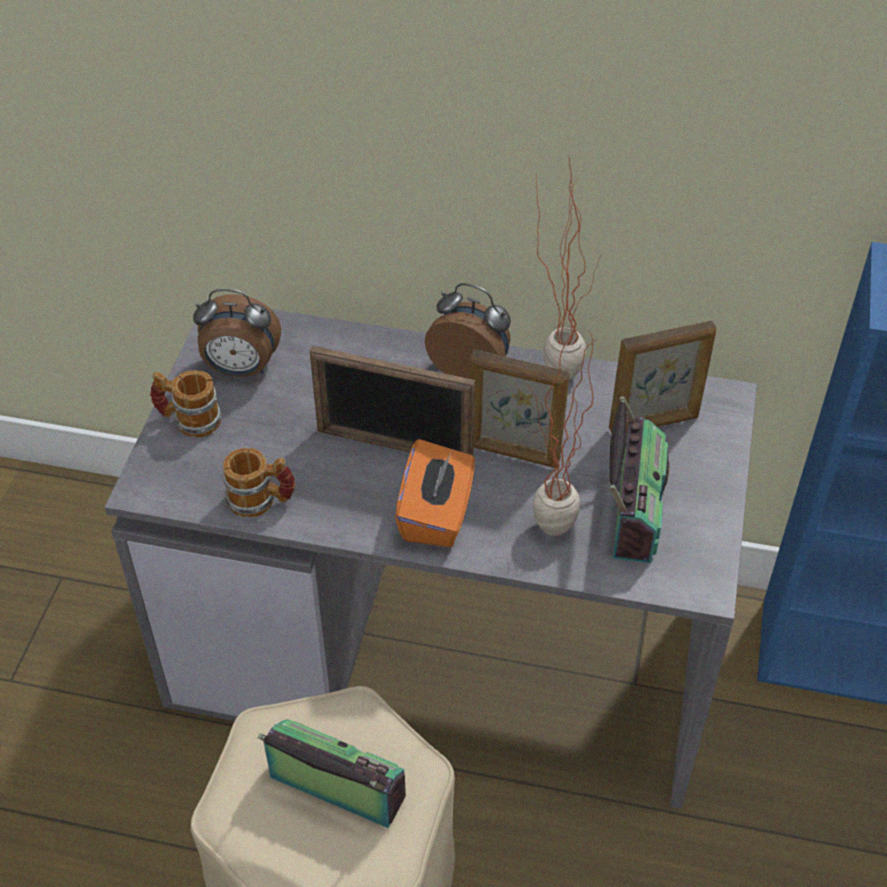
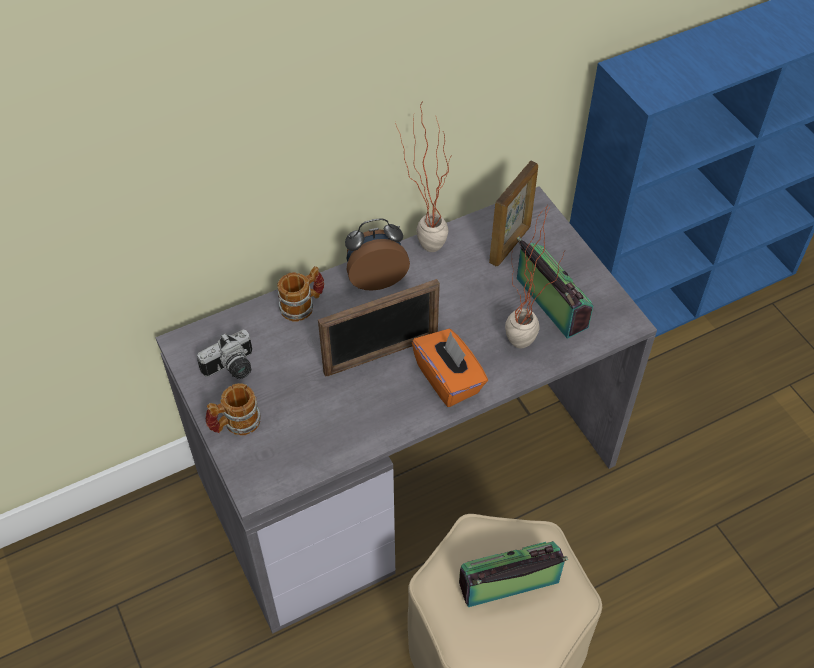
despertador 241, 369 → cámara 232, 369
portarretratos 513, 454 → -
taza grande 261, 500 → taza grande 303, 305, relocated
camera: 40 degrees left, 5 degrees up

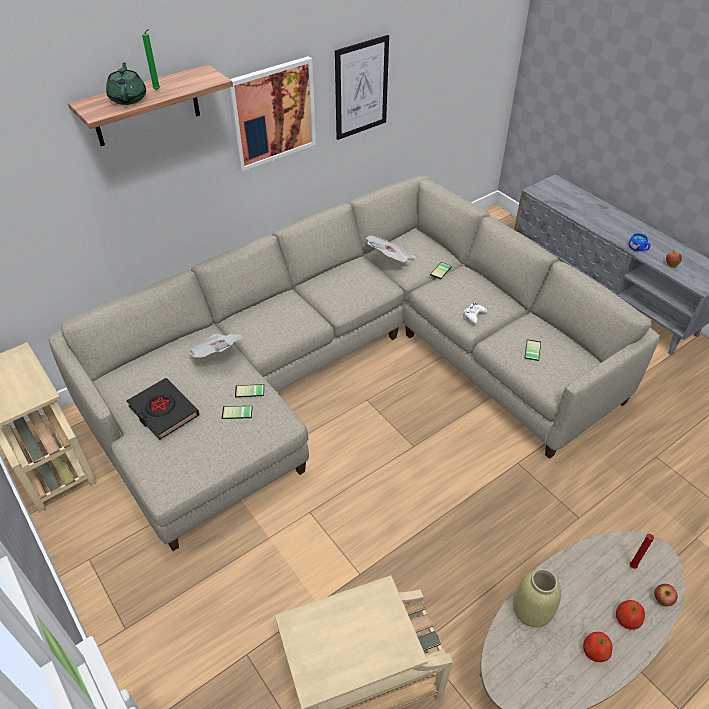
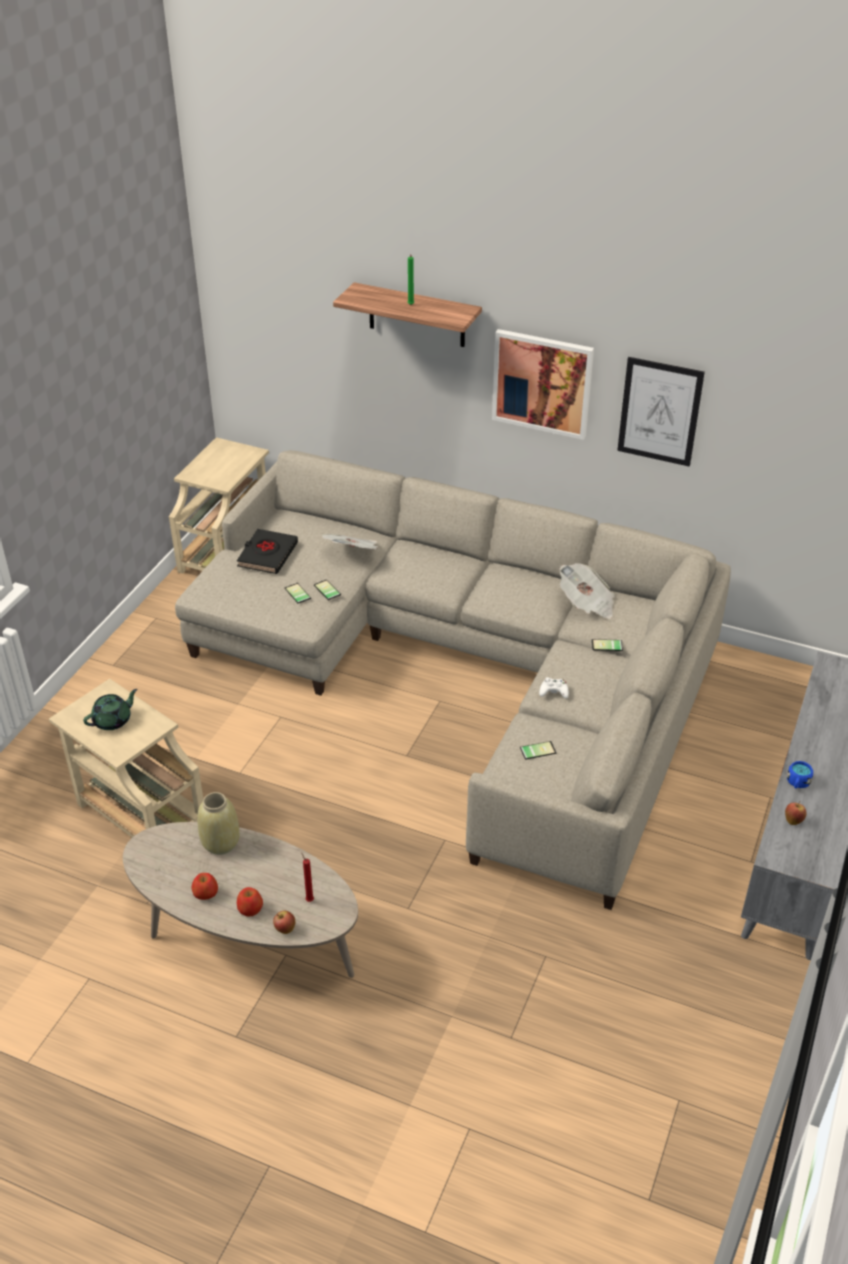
tetera (verde) 128, 98 → tetera (verde) 113, 720, relocated
camera: 60 degrees right, 5 degrees down

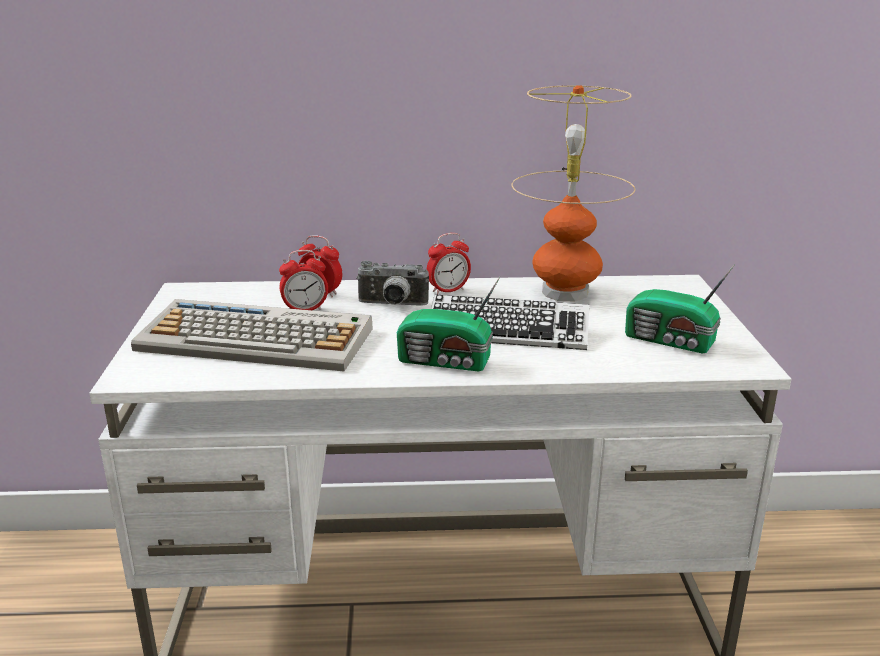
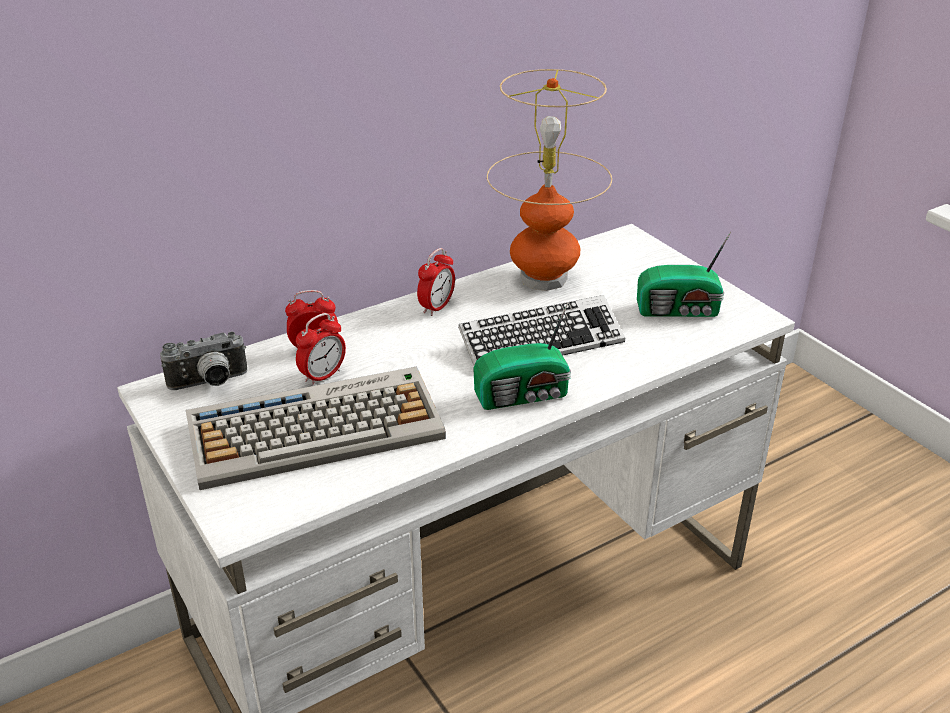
cámara 392, 305 → cámara 210, 384, relocated
camera: 30 degrees left, 10 degrees up

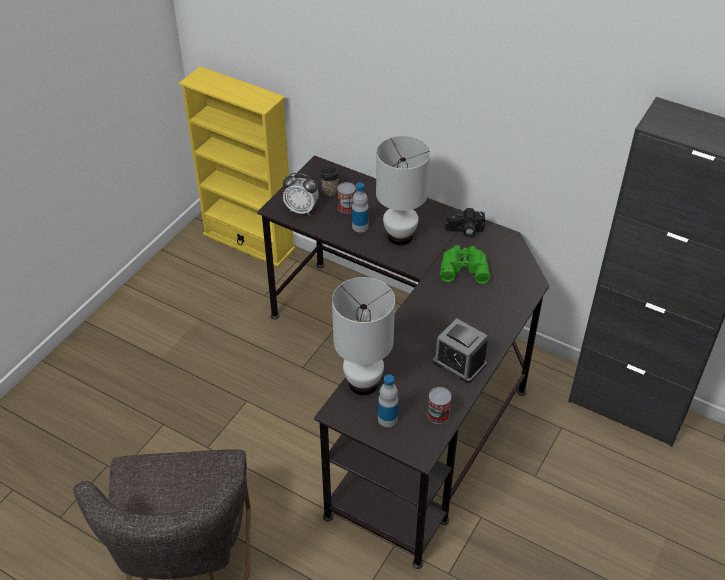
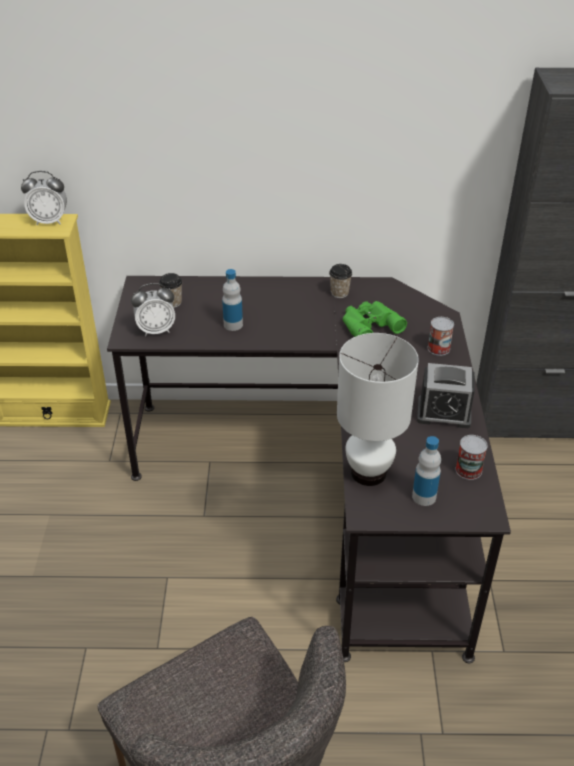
lámpara de mesa (blanco) 399, 236 → -
lata 346, 207 → lata 438, 348, relocated
cámara 464, 230 → taza 339, 293
- → despertador 49, 221
camera: 30 degrees left, 5 degrees down

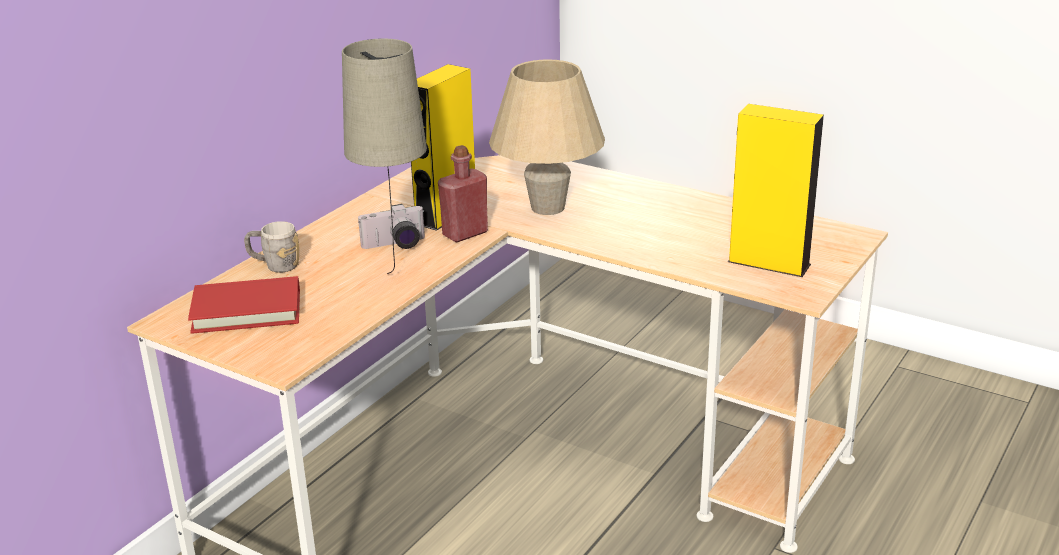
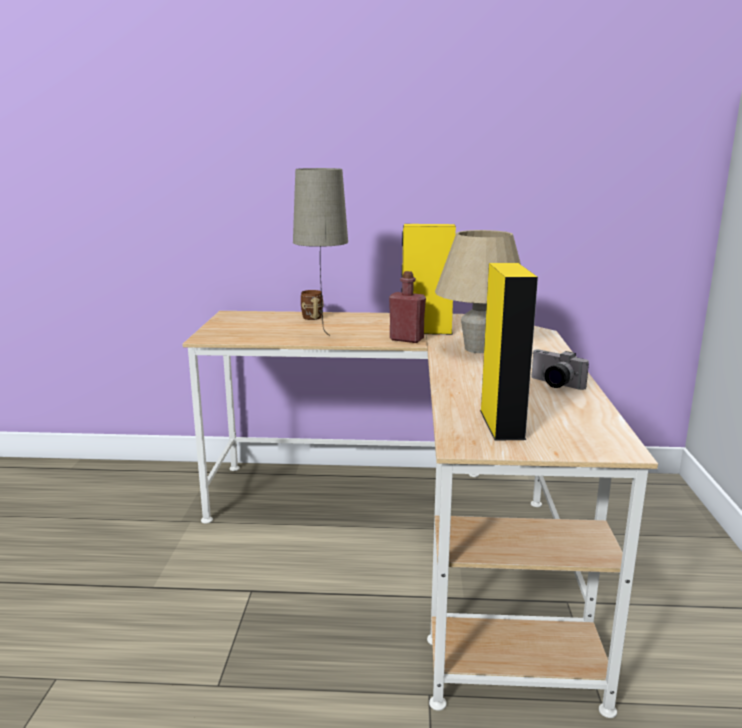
cámara 395, 245 → cámara 554, 384, relocated
taza grande (gris) 275, 266 → taza grande (marrón) 310, 316
libro (rojo) 247, 310 → -
camera: 60 degrees right, 10 degrees down

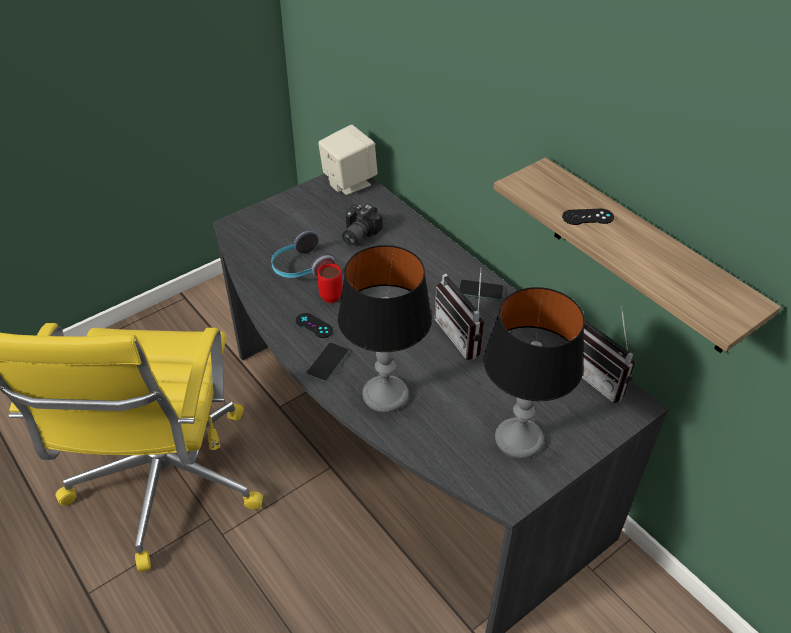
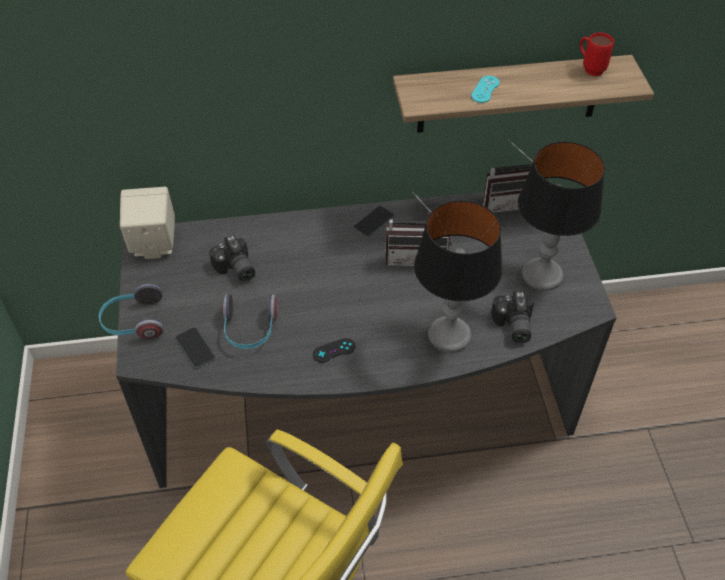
mando de consola (negro) 587, 217 → mando de consola (turquesa) 485, 89
taza grande (rojo) 333, 294 → taza grande (rojo) 589, 68, relocated
móvil 327, 362 → móvil 195, 348, relocated
- → auriculares 134, 322
- → cámara 512, 326
camera: 60 degrees left, 5 degrees up

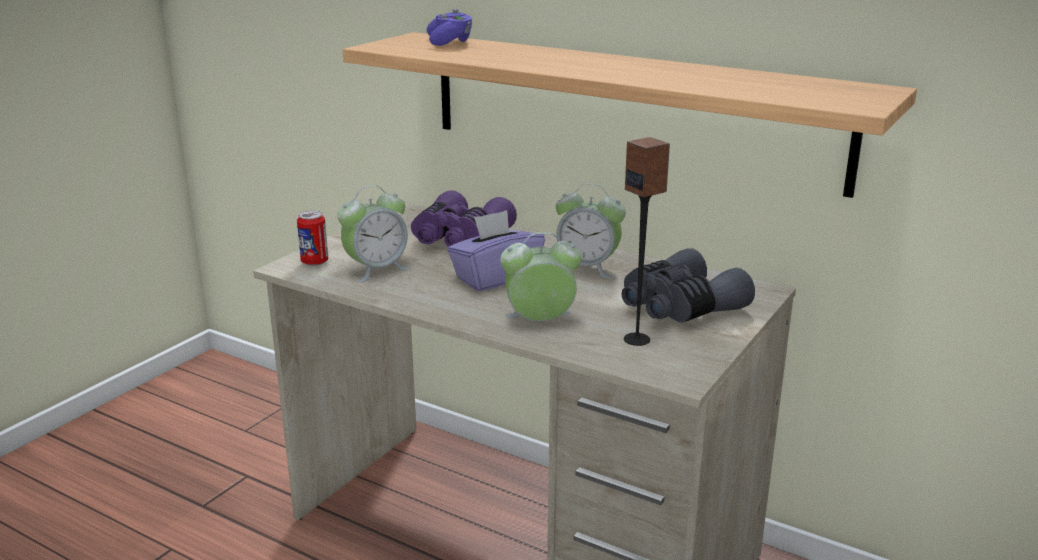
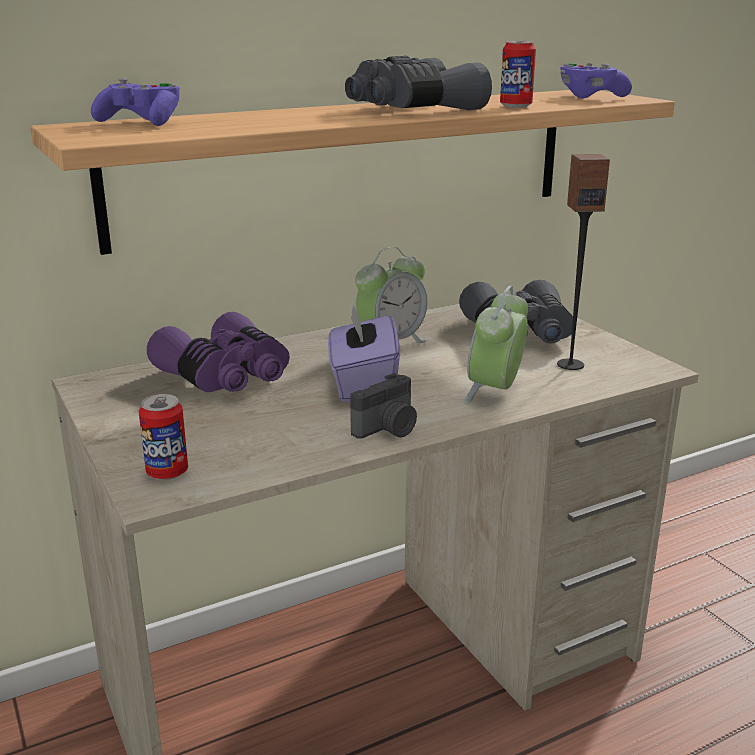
despertador 376, 270 → -
- → lata 515, 106
- → prismáticos (gris) 411, 109
- → mando de consola (morado) 591, 97
- → cámara 388, 429
camera: 60 degrees left, 0 degrees up

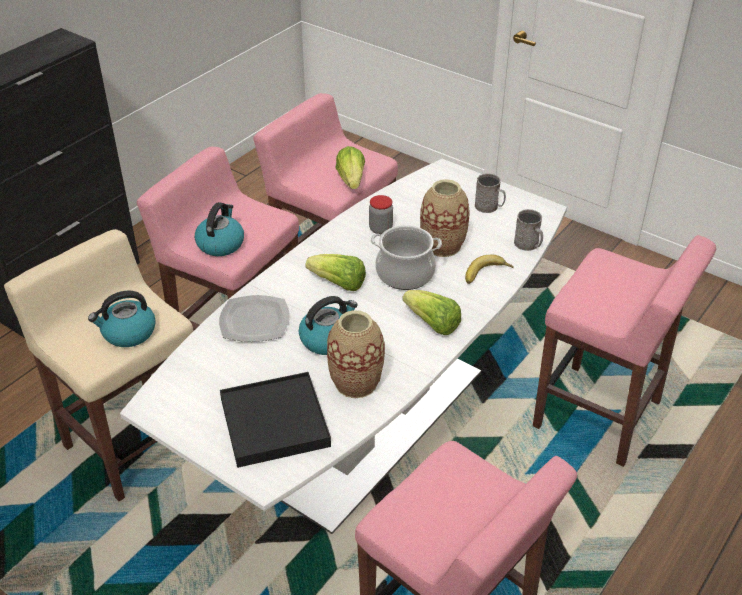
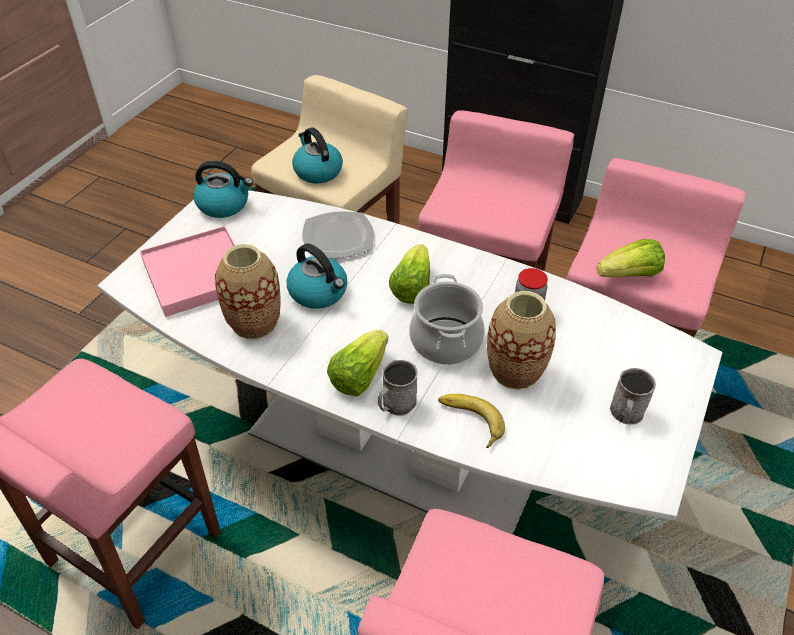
hervidor 220, 244 → hervidor 224, 205, relocated
taza grande (gris) 528, 245 → taza grande (gris) 395, 405, relocated
bandeja (negro) 275, 422 → bandeja (rosa) 197, 274
camera: 80 degrees right, 5 degrees up

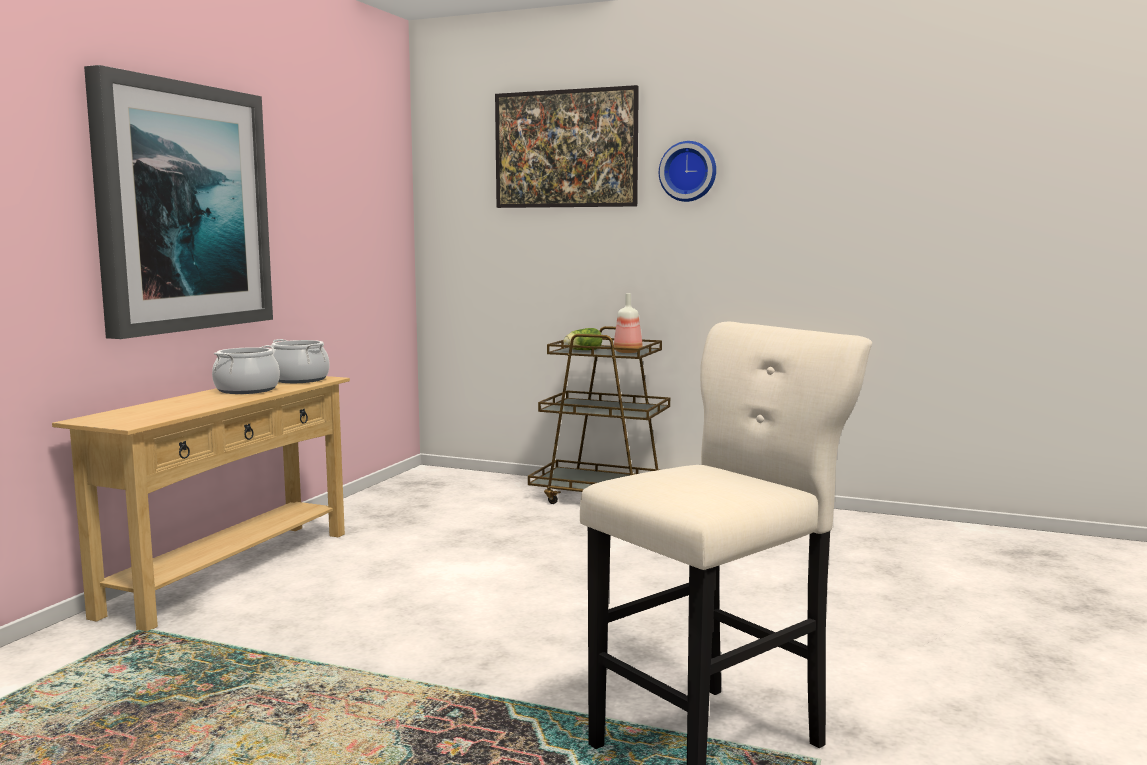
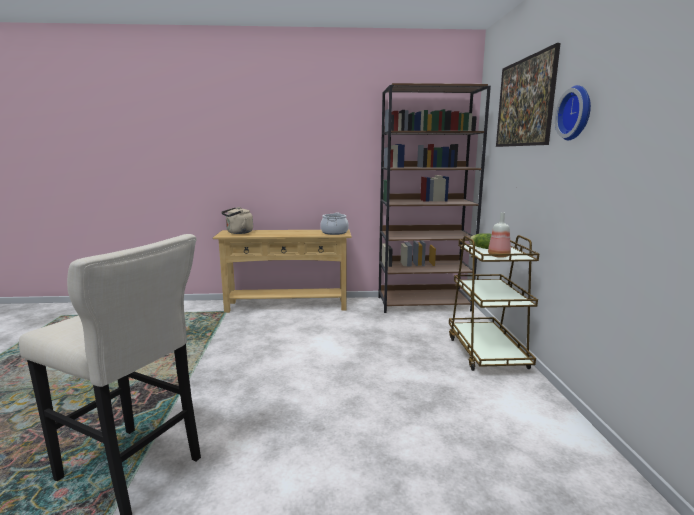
cuadro 182, 208 → -
olla 247, 390 → -
- → estantería (marrón) 424, 304
- → hervidor (beis) 238, 232
camera: 65 degrees right, 5 degrees up

